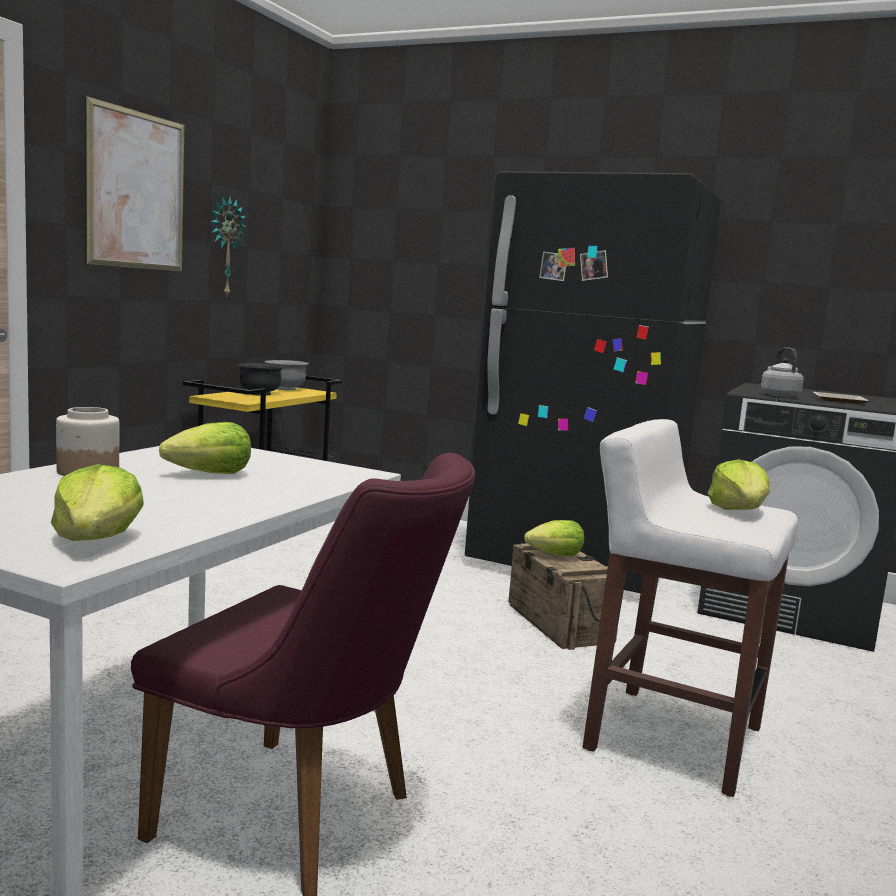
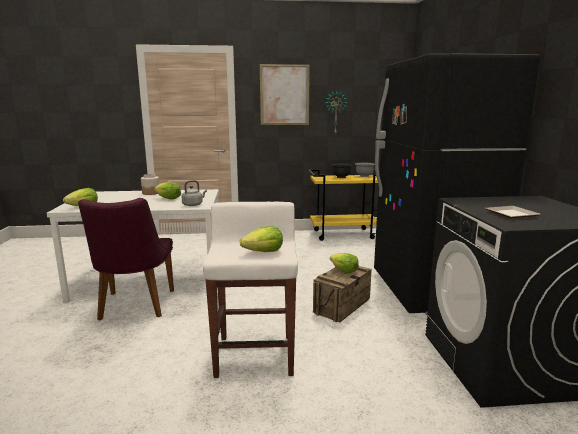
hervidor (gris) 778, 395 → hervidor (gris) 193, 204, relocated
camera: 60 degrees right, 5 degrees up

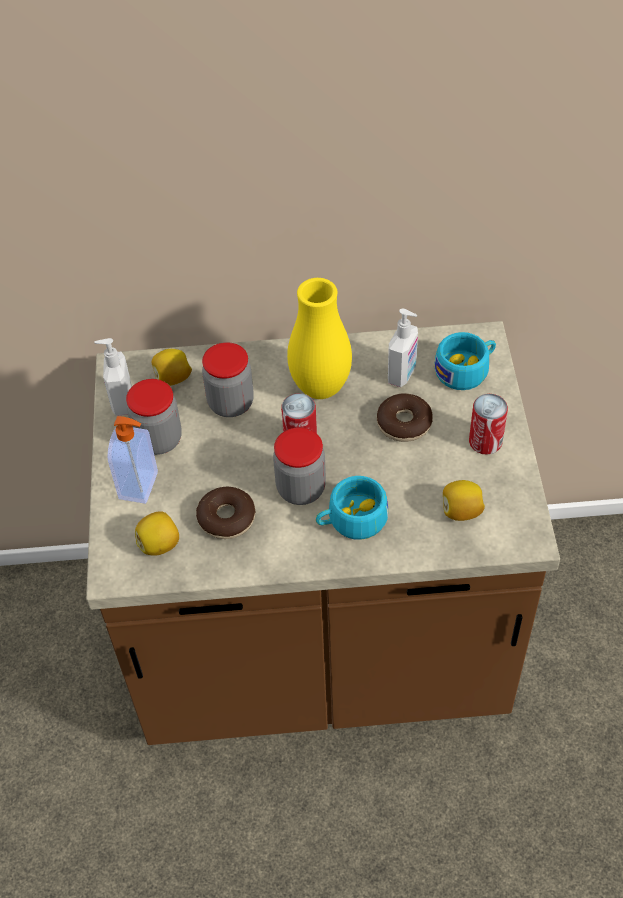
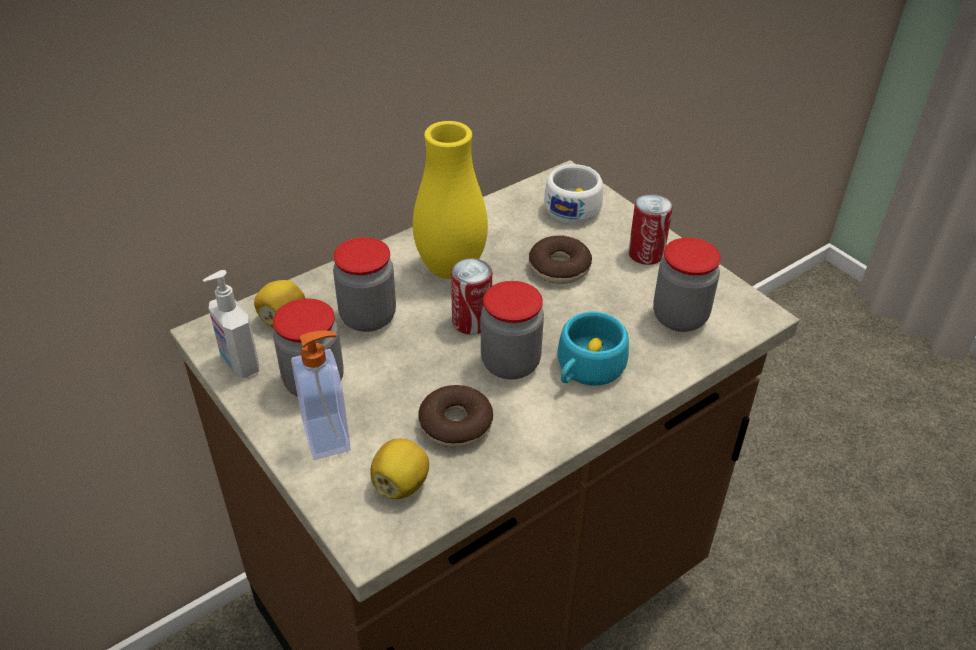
dispensador de jabón 402, 374 → -
taza (turquesa) 466, 370 → taza (blanco) 575, 206
limón 461, 511 → tarro 679, 317
camera: 35 degrees left, 10 degrees down

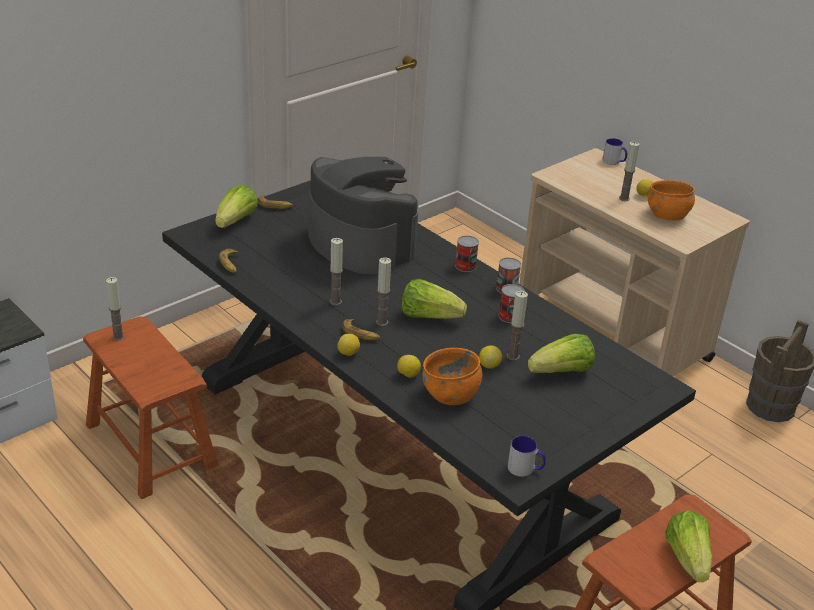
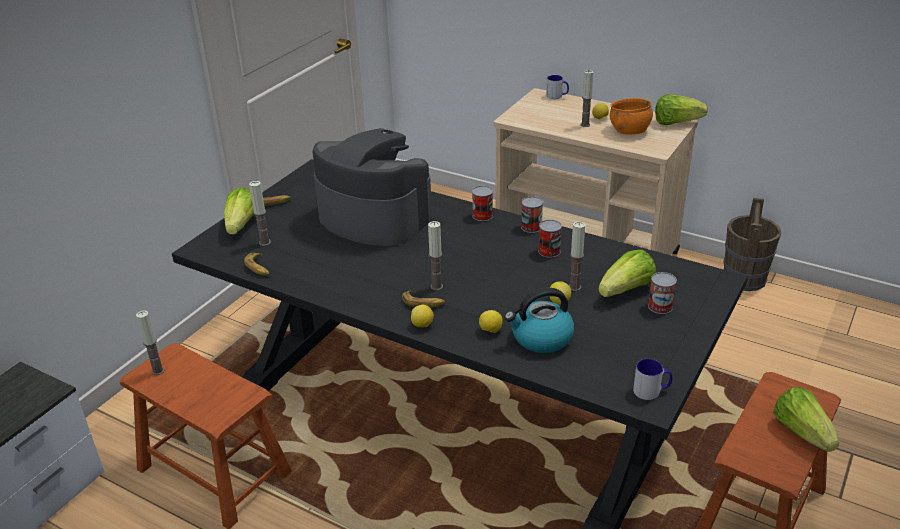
vela 335, 302 → vela 265, 242, relocated
lechuga 429, 316 → lechuga 676, 123, relocated
cuenco (naranja) 451, 394 → hervidor 541, 338
- → lata 660, 306
camera: 15 degrees left, 0 degrees up

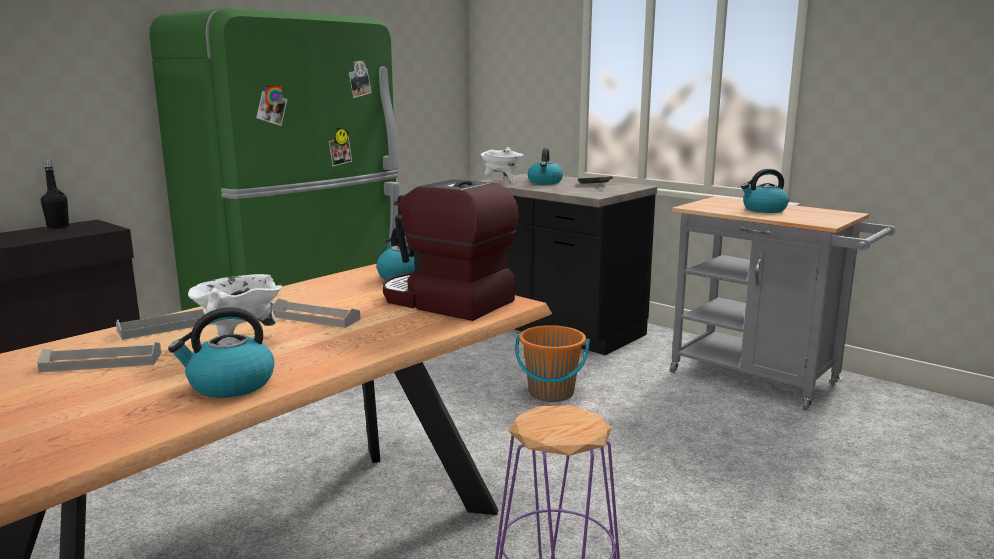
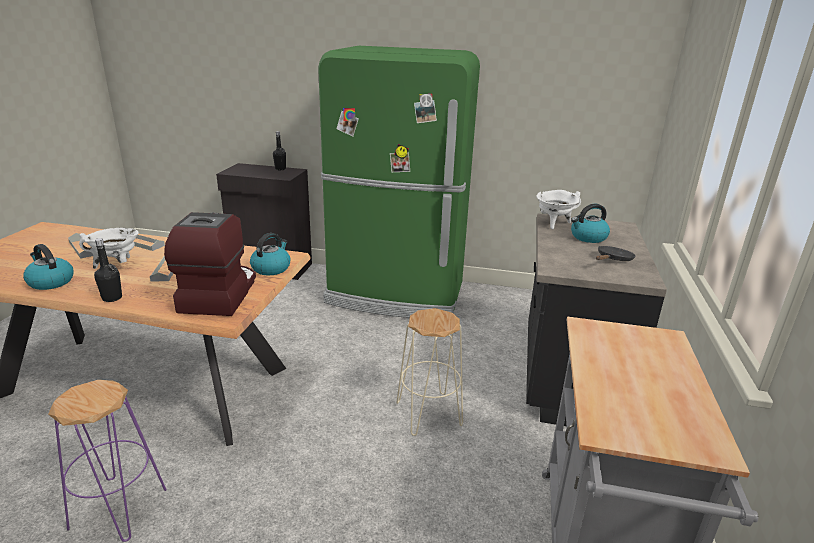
hervidor 764, 210 → -
cubo (naranja) 551, 393 → taburete (beis) 429, 414
- → botella (negro) 112, 298
camera: 60 degrees right, 10 degrees up

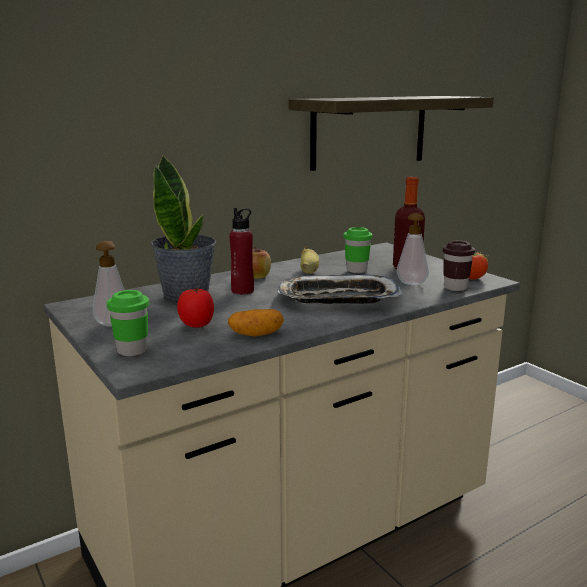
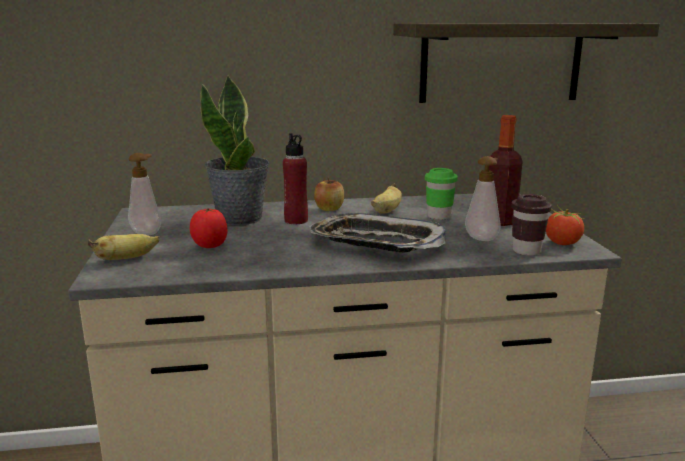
taza (verde) 132, 351 → plátano 126, 259
patata 256, 334 → -
camera: 25 degrees right, 0 degrees up

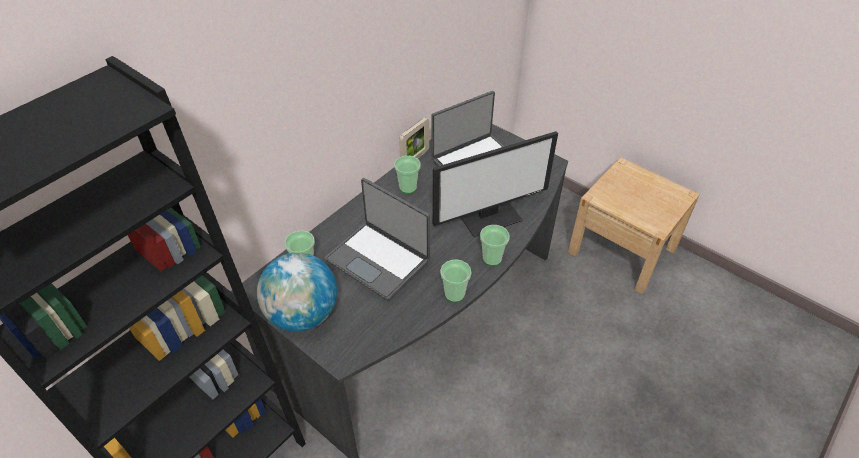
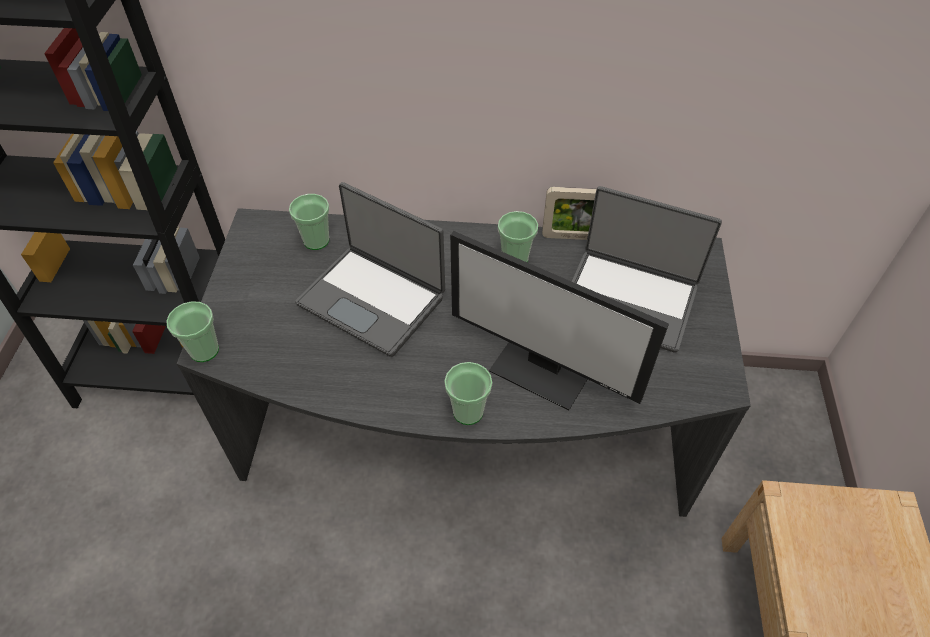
portátil 379, 260 → portátil 373, 299, 60 degrees counterclockwise
globo terráqueo 303, 315 → -
taza 454, 294 → taza 204, 350, relocated
camera: 55 degrees right, 5 degrees up

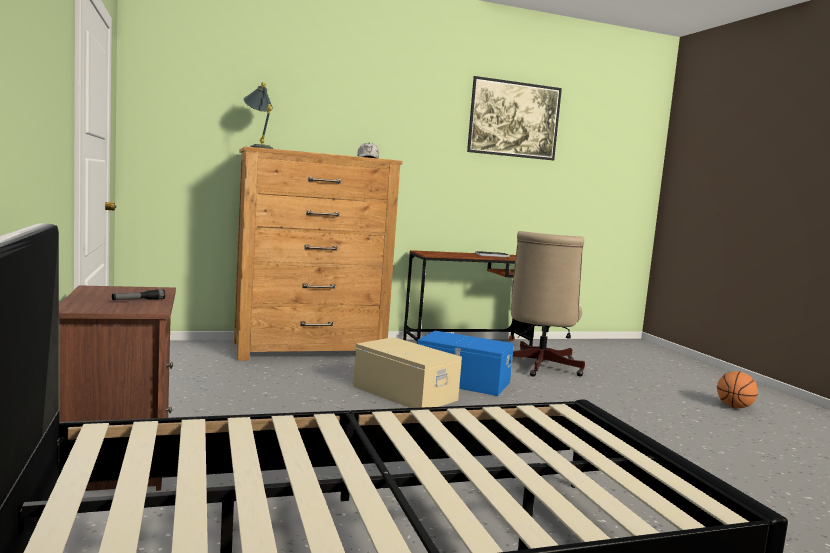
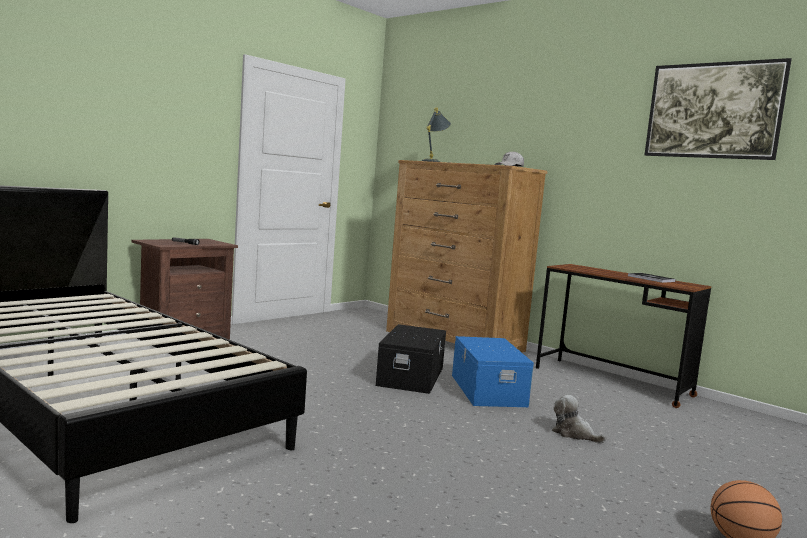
silla de oficina (beis) 538, 367 → -
caja de almacenaje (beis) 405, 393 → caja de almacenaje (negro) 412, 376
- → peluche 574, 434
camera: 60 degrees right, 0 degrees up

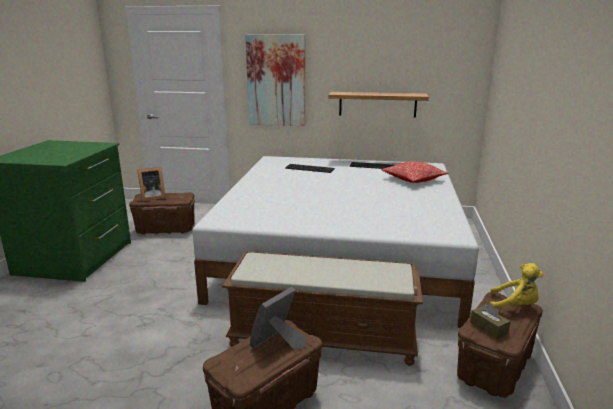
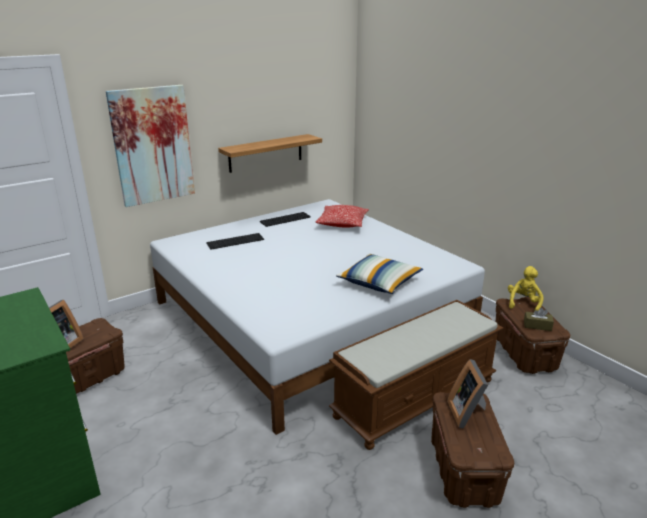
peluche (amarillo) 514, 306 → peluche (amarillo) 523, 303, 45 degrees counterclockwise
- → cojín 379, 283
camera: 45 degrees left, 5 degrees up

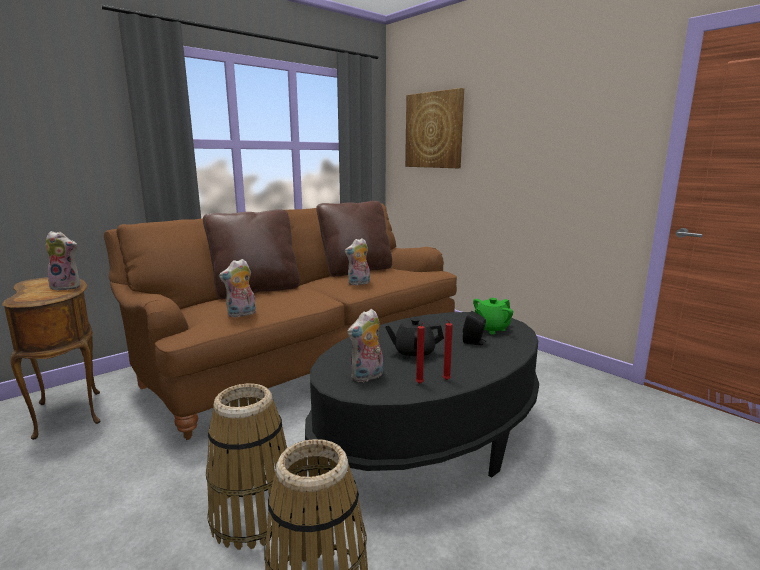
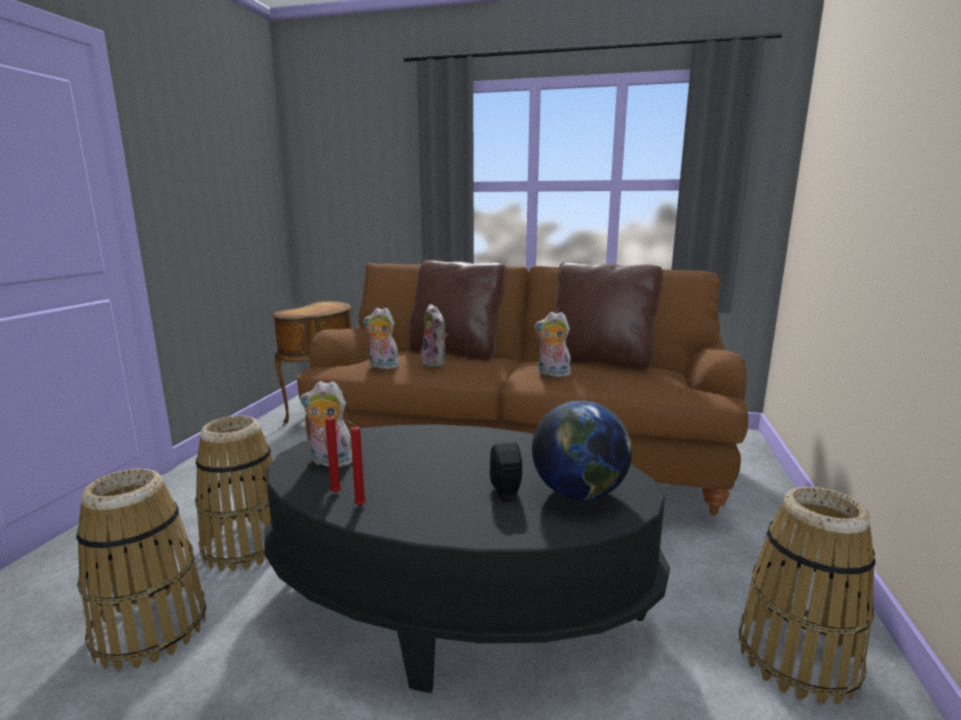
cuadro 434, 130 → -
peluche 68, 287 → peluche 436, 363, relocated
tetera (verde) 490, 329 → globo terráqueo 579, 493
tetera (negro) 414, 353 → -
- → cesta 797, 658
camera: 55 degrees right, 0 degrees up

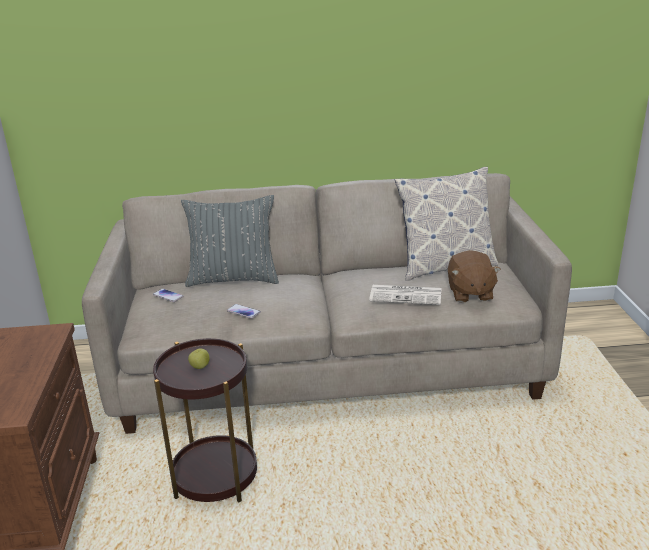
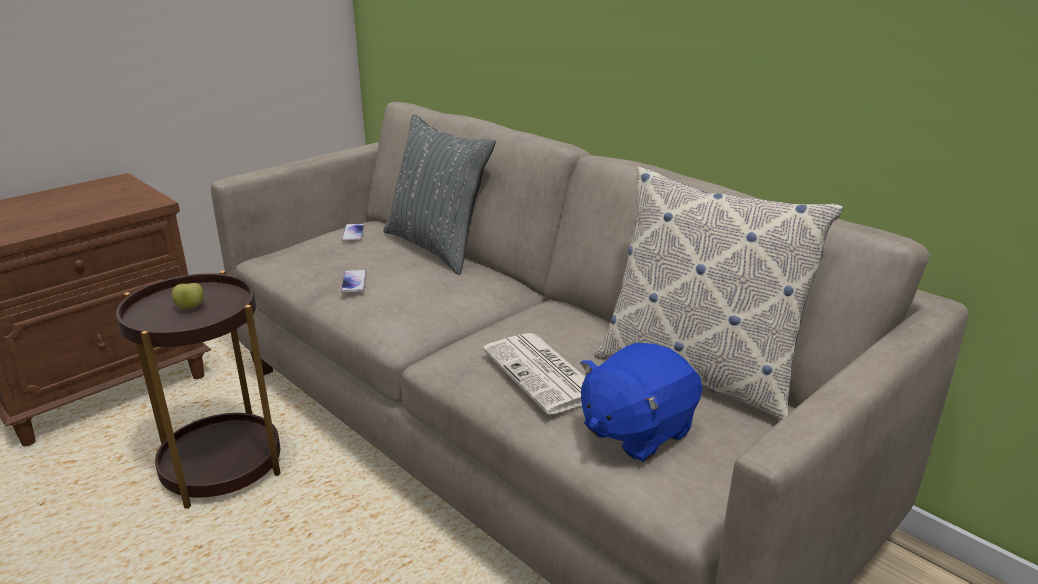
peluche (marrón) 470, 293 → peluche (azul) 635, 431
camera: 50 degrees right, 0 degrees up

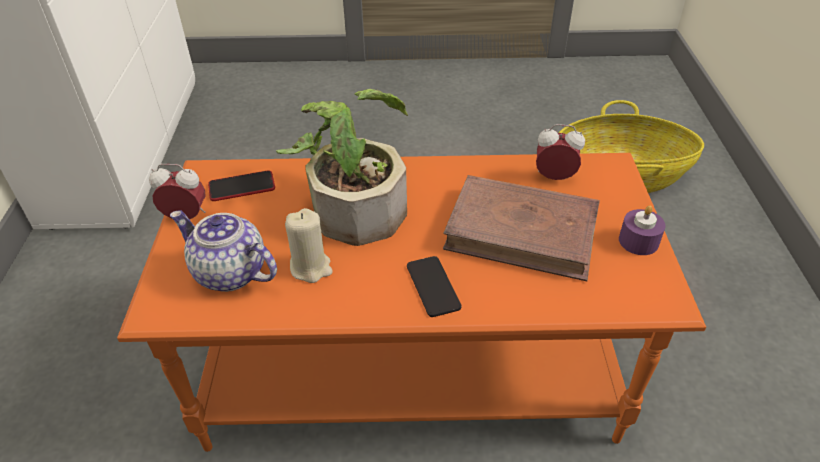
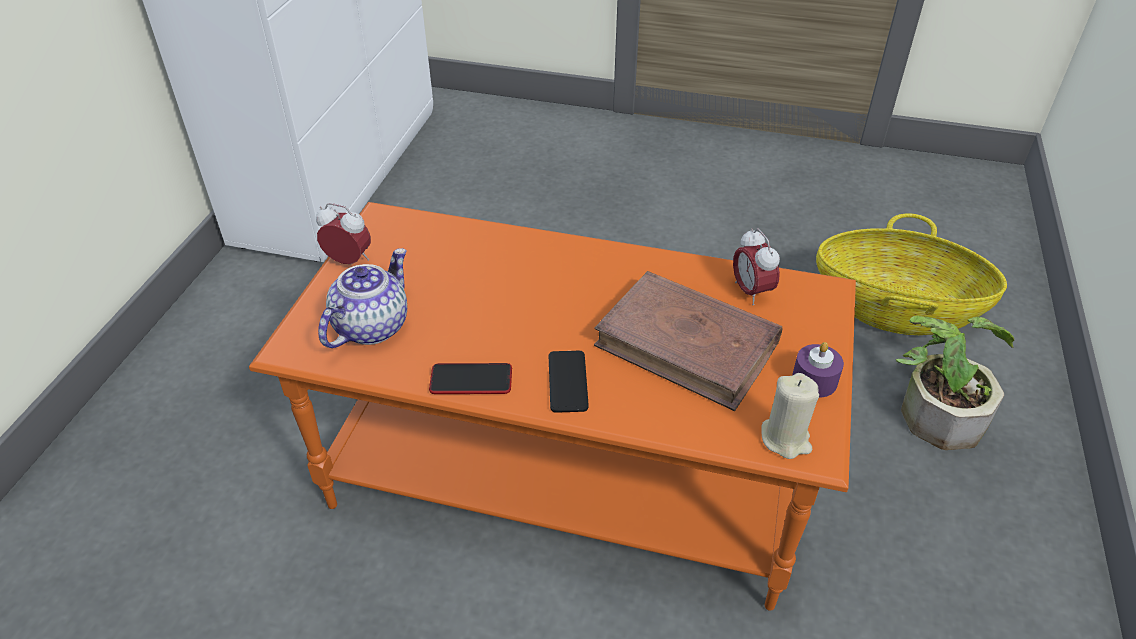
planta en maceta 354, 205 → planta en maceta 936, 409, relocated
despertador 554, 177 → despertador 751, 292, 135 degrees counterclockwise
móvil 242, 187 → móvil 471, 380, relocated
vela (beis) 311, 267 → vela (beis) 785, 439, relocated
tetera 229, 273 → tetera 371, 326, 75 degrees clockwise
camera: 15 degrees right, 0 degrees up

